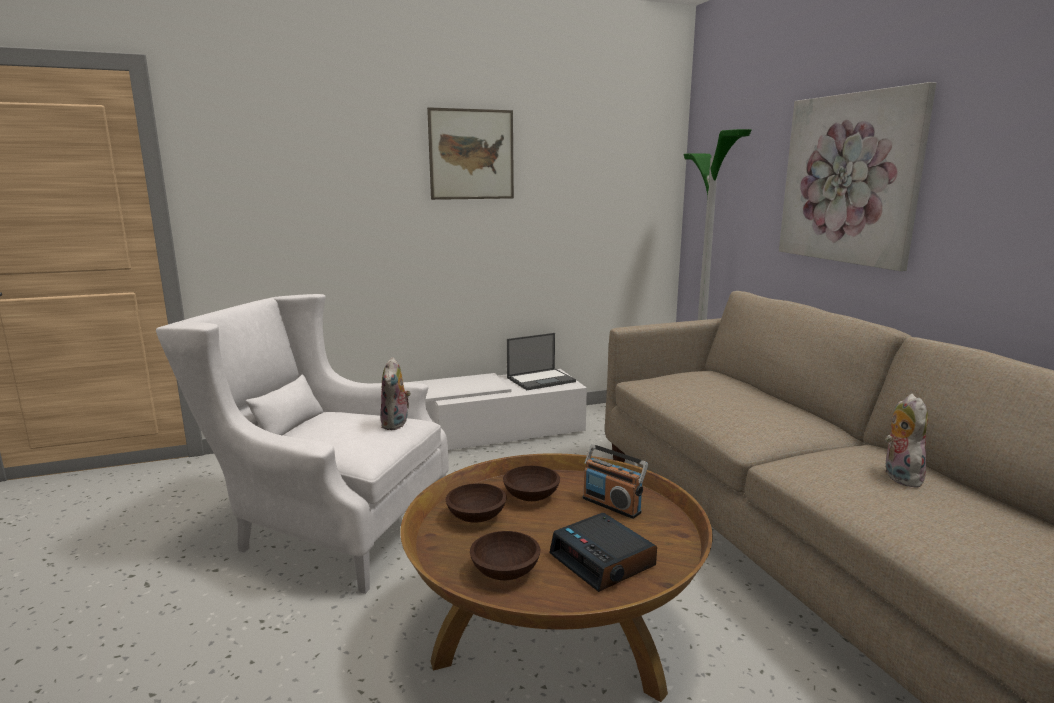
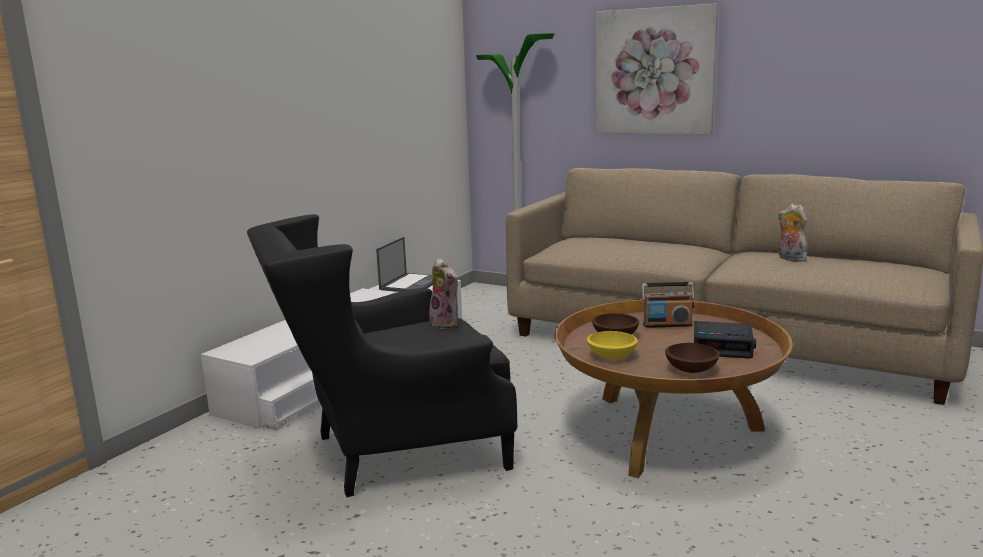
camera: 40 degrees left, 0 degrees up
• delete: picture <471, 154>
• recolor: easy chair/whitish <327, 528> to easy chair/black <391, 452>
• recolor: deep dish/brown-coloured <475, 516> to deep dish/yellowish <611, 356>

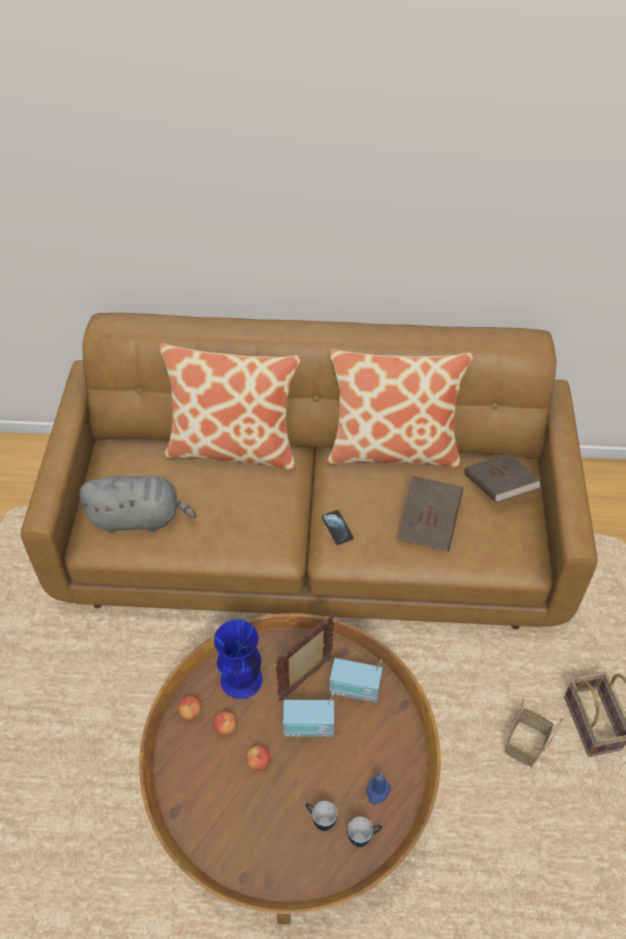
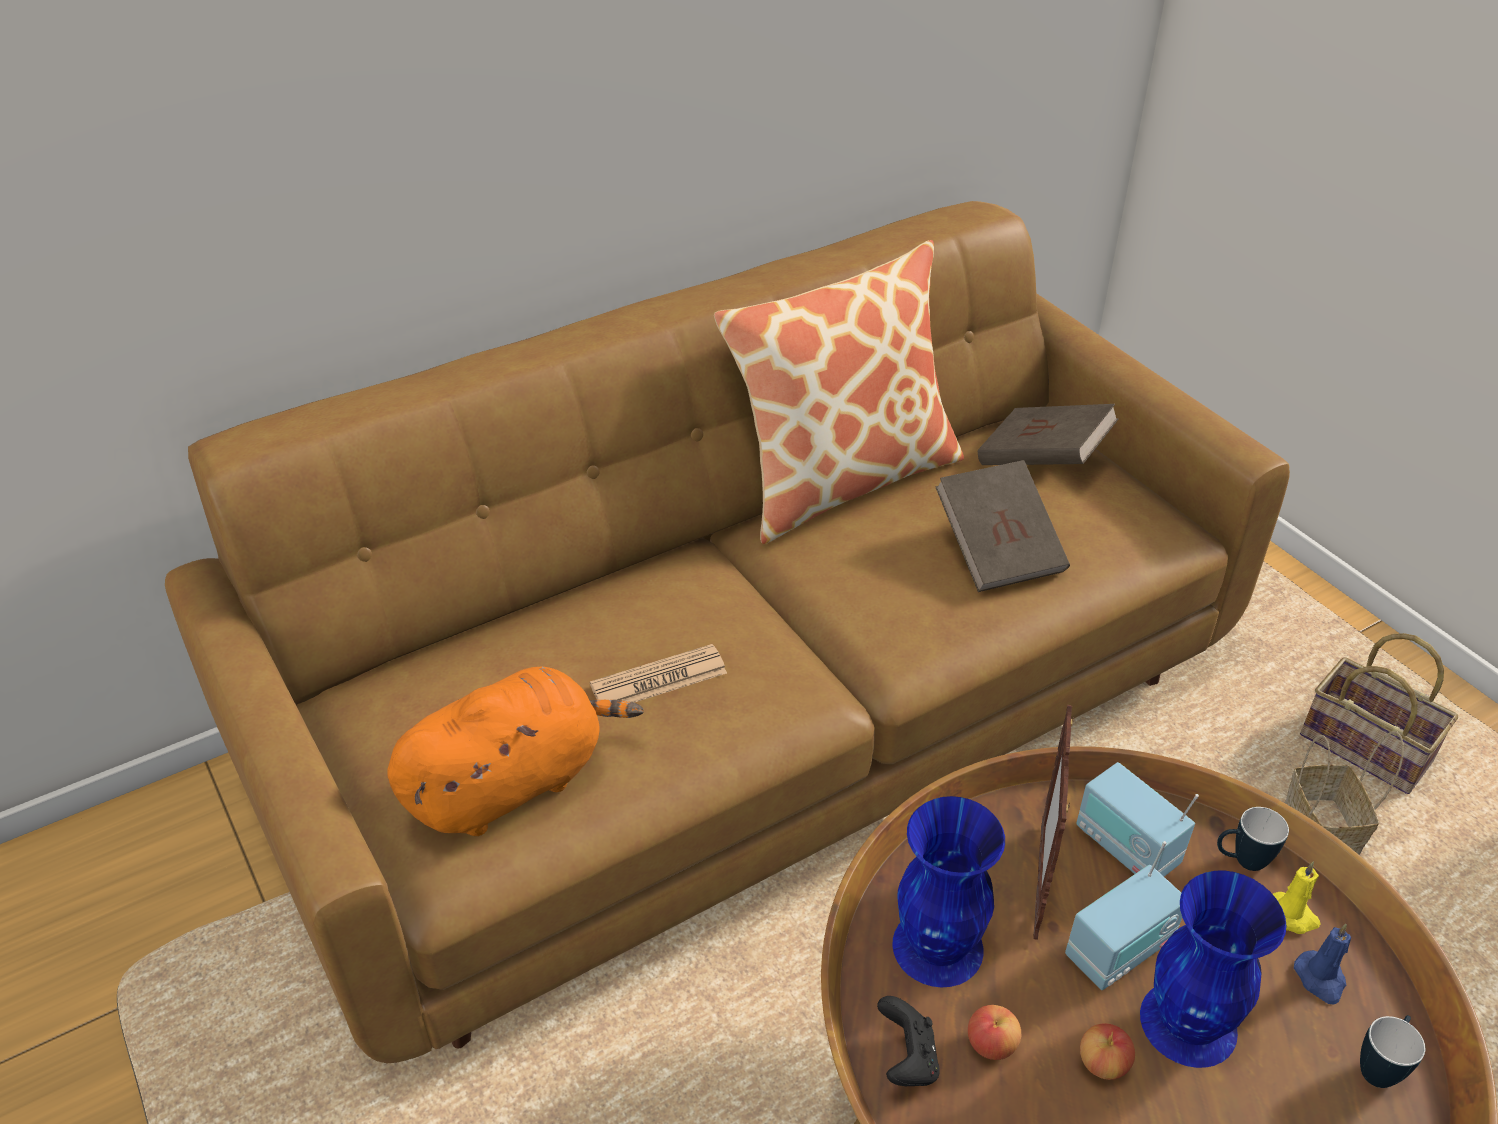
camera: 35 degrees left, 10 degrees down
• delete: throw pillow <233, 447>
• recolor: cuddly toy/greyish <139, 518> to cuddly toy/orangey <512, 783>
• delete: telephone <337, 528>
• rotate: radio <354, 689> = <1126, 847> 75 degrees clockwise
• replace: whole apple <190, 712> to joypad/black <907, 1059>
• move: coffee mug <320, 821> to <1241, 861>
• insert: newspaper <659, 679>
• insert: candle/yellowish <1291, 916>
• insert: decorative vase/blue <1189, 1025>

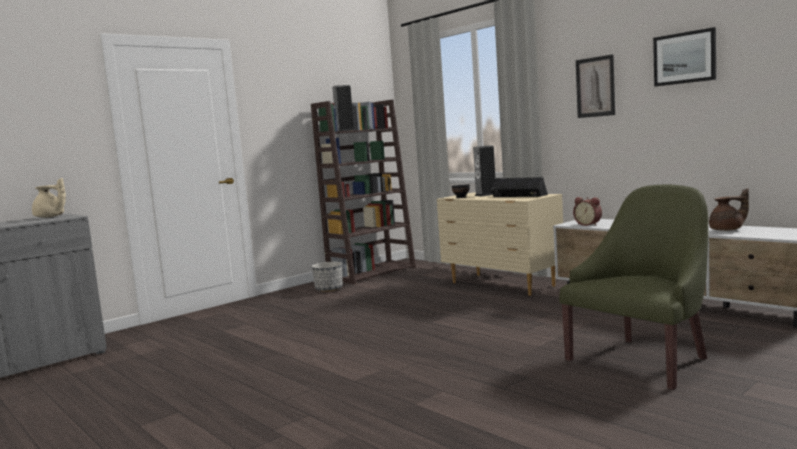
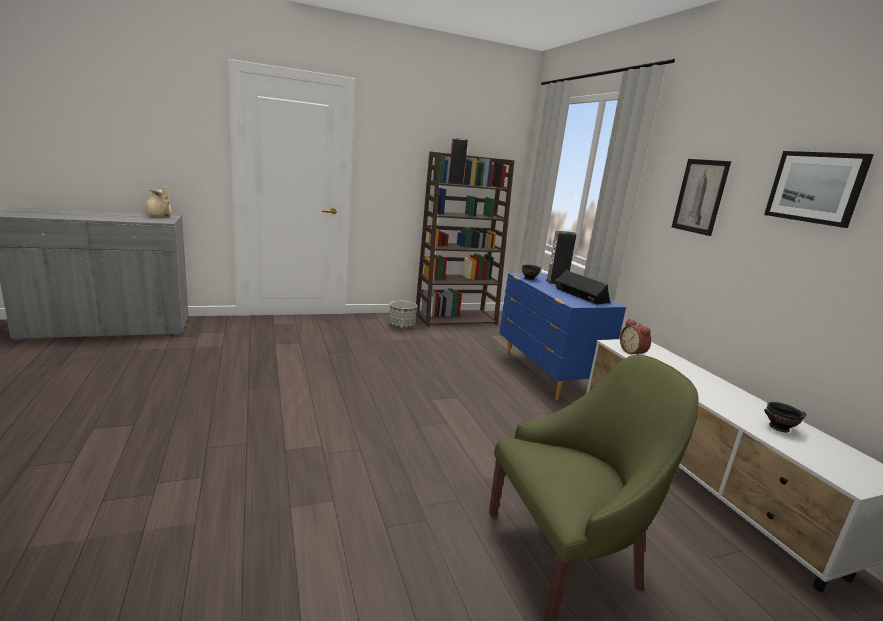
camera: 20 degrees right, 10 degrees up
• replace: pot for tea/brown-coloured <727, 230> to deep dish/black <780, 428>
• recolor: drawer chest/sand-coloured <502, 285> to drawer chest/blue <546, 375>

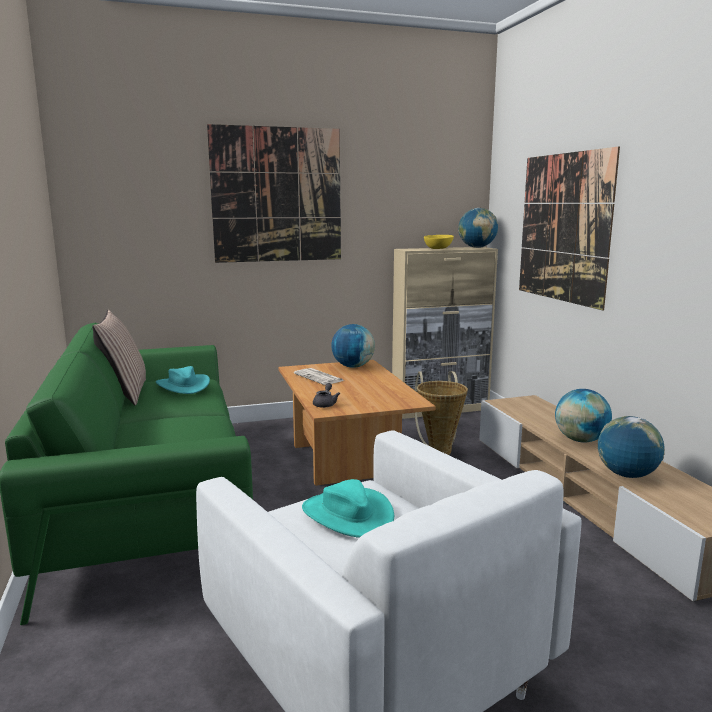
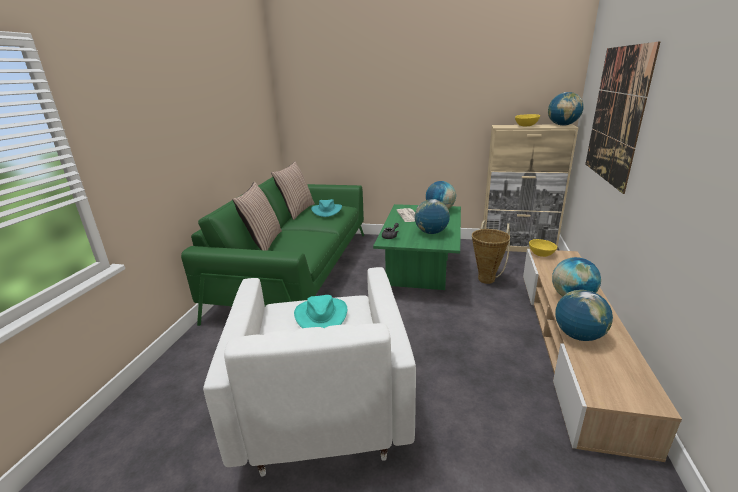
camera: 30 degrees right, 10 degrees up
• delete: picture <277, 195>
• recolor: lounge table/brown-coloured <348, 459> to lounge table/green-coloured <421, 272>
• insert: throw pillow <263, 242>
• insert: desk globe <431, 233>
• insert: deep dish/yellowish <541, 254>

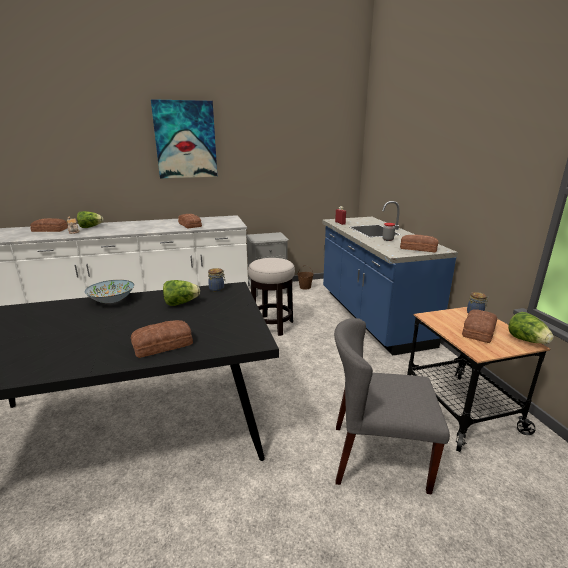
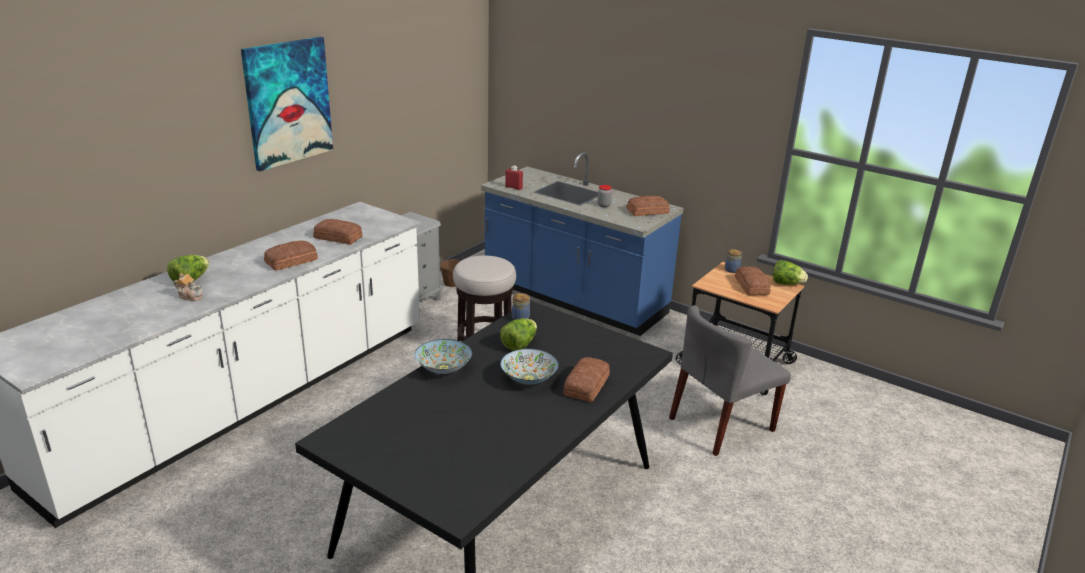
camera: 40 degrees left, 5 degrees up
• move: bakery bread <50, 230> to <292, 261>
• insert: deep dish <529, 378>

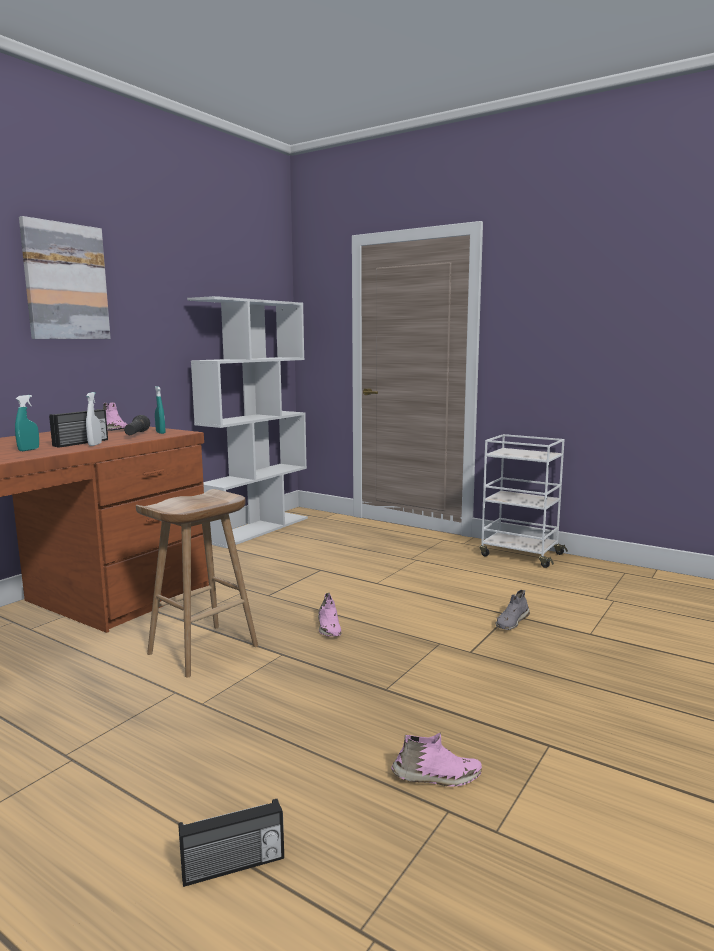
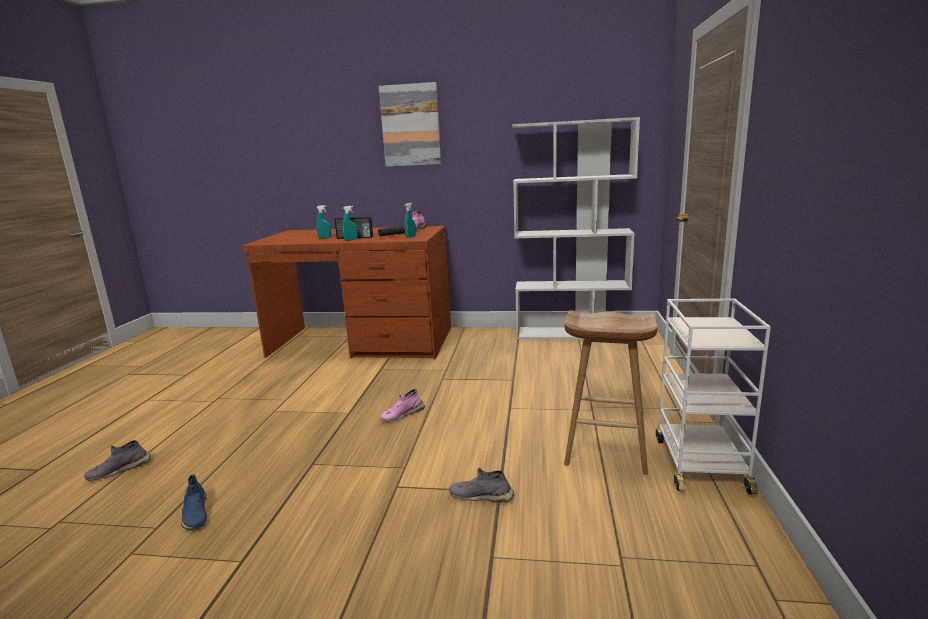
camera: 65 degrees right, 5 degrees up
• recolor: spray bottle/whitish <95, 444> to spray bottle/blue-green <351, 240>
• move: sitting stool/brown-coloured <202, 650> to <604, 452>
• recolor: item of footwear/pink-coloured <436, 777> to item of footwear/blue <195, 514>
• replace: radio <233, 866> to item of footwear/greyish <119, 470>

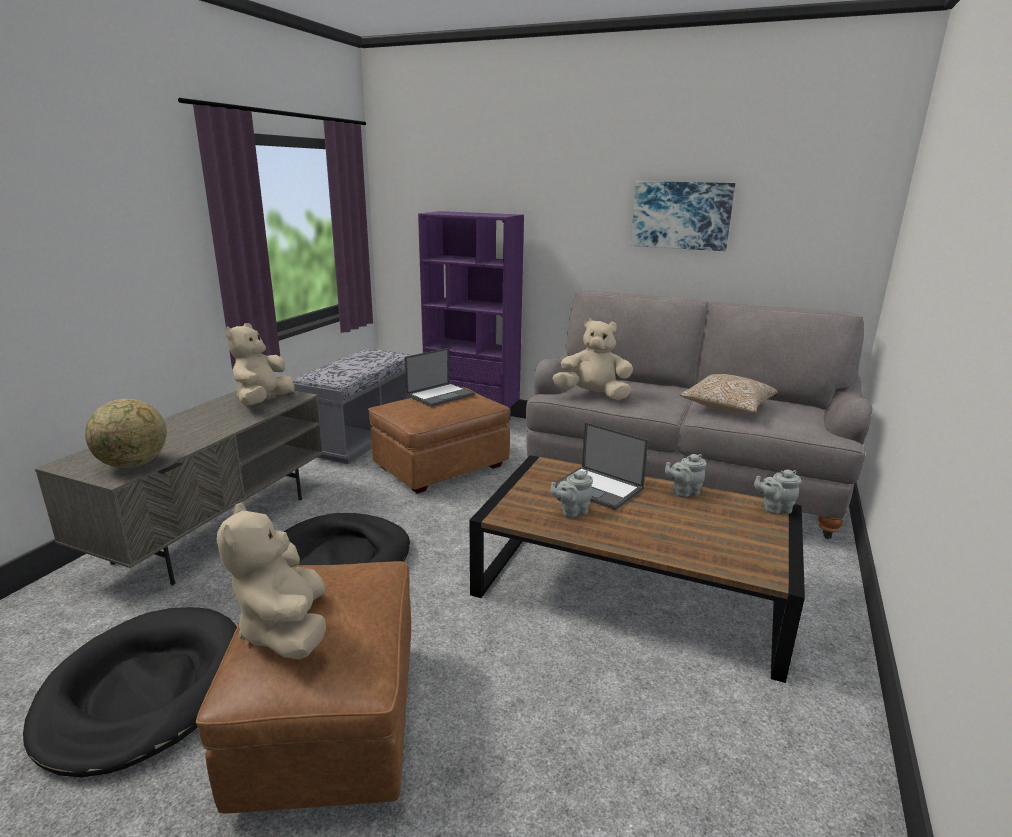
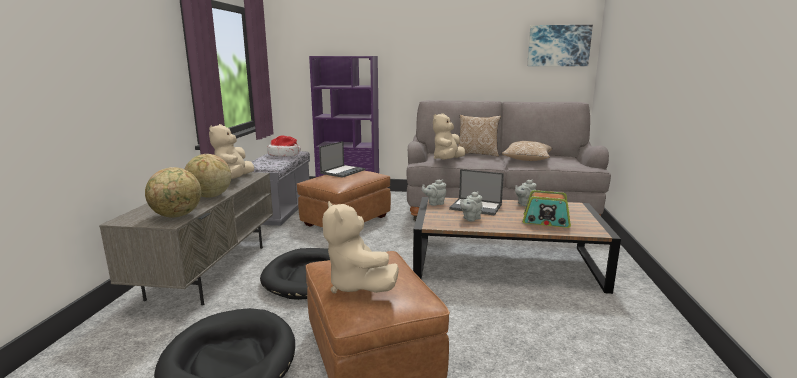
camera: 15 degrees left, 5 degrees down
• move: picture <681, 215> to <558, 45>
• rotate: cuddly toy/sand-coloured <593, 395> = <447, 160> 60 degrees counterclockwise
• move: pot for tea/greyish <774, 509> to <434, 203>
• insert: throw pillow <477, 154>
• insert: clothing hat <284, 155>
• insert: desk globe <210, 196>
• insert: radio <546, 221>

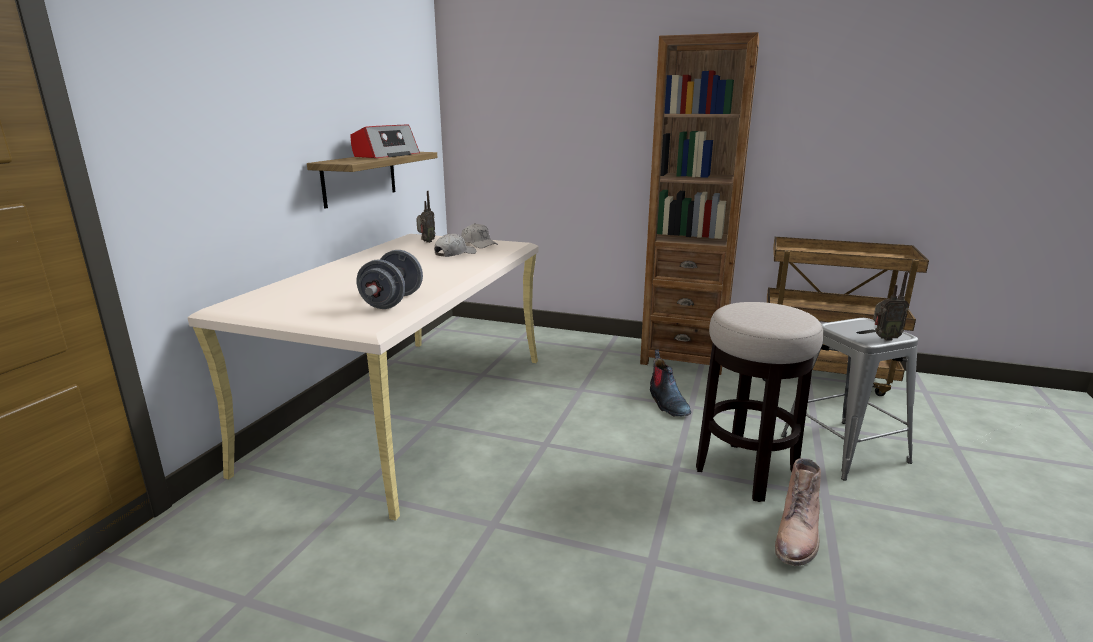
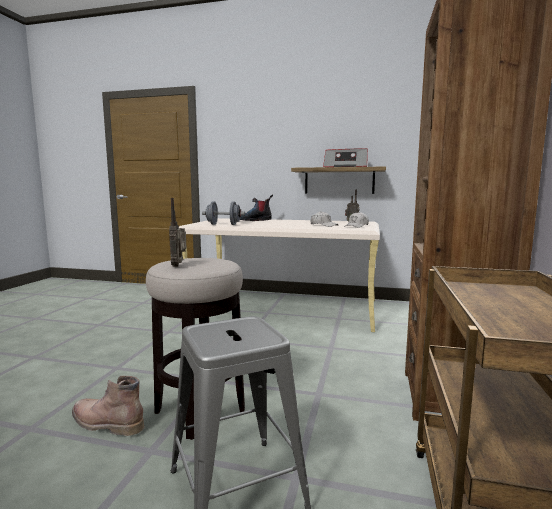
camera: 85 degrees right, 10 degrees down
• move: radio <884, 338> to <179, 265>
• move: boot <667, 403> to <254, 220>

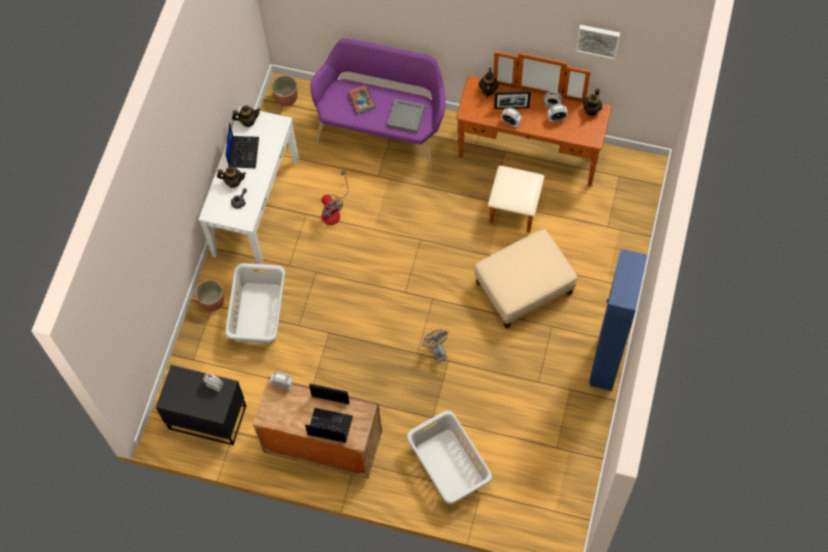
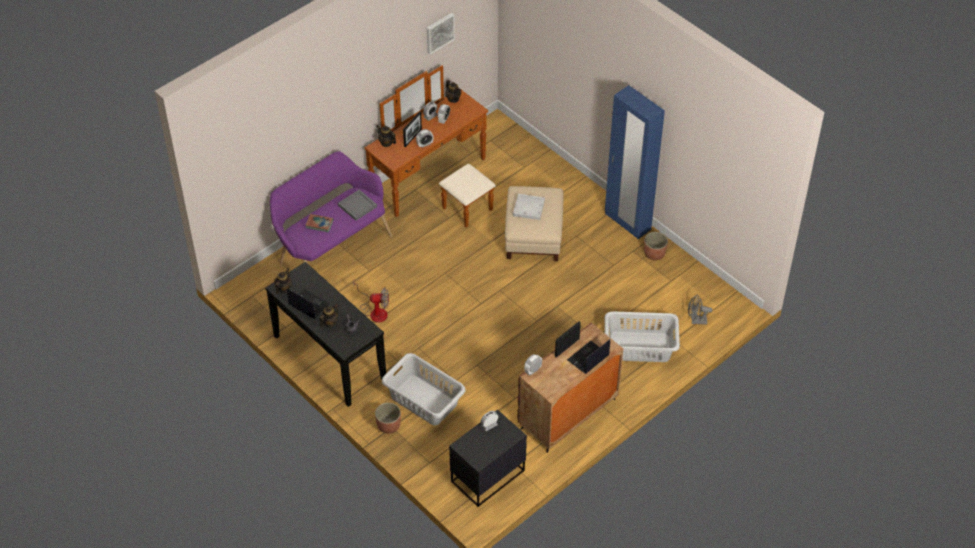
camera: 60 degrees left, 15 degrees down
• move: plant pot <286, 98> to <654, 254>
• recolor: console table/whitish <255, 207> to console table/black <329, 358>
• move: fan/greyish <436, 351> to <696, 321>
• insert: tray/whitish <528, 208>

